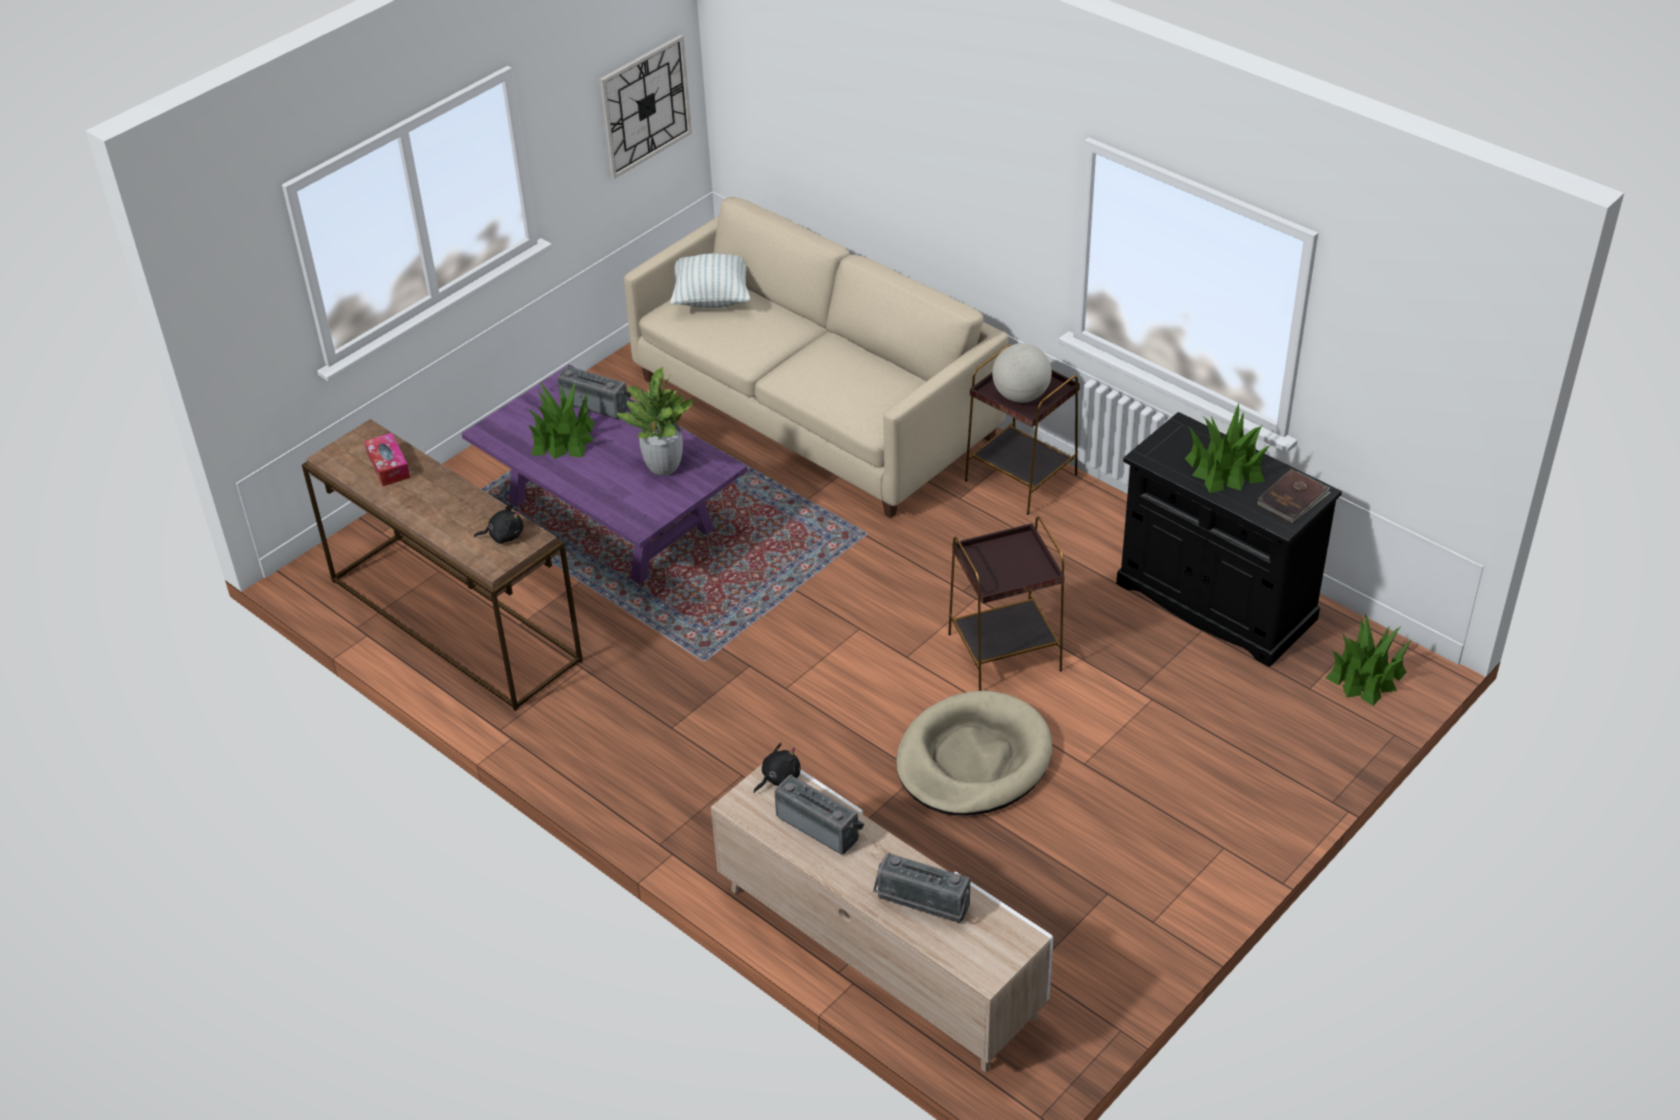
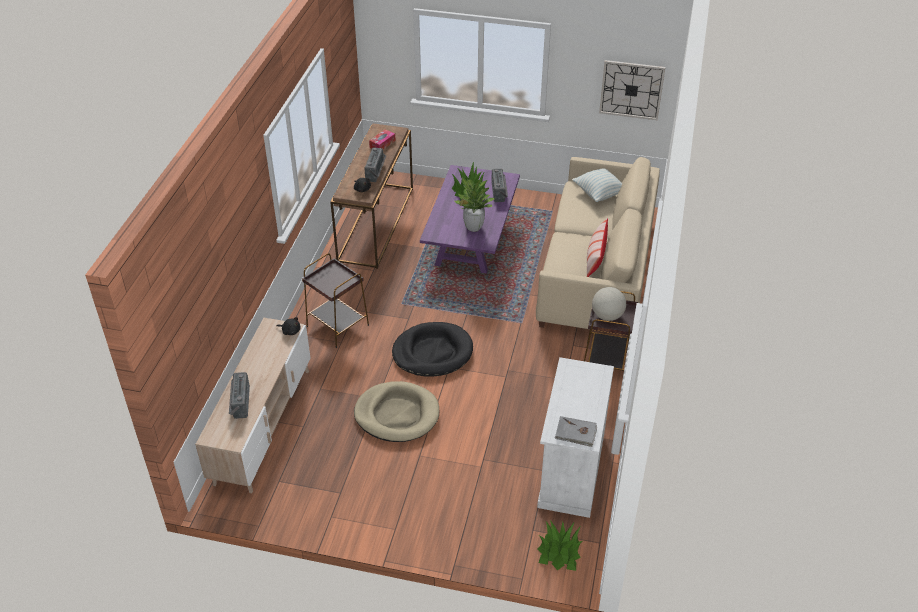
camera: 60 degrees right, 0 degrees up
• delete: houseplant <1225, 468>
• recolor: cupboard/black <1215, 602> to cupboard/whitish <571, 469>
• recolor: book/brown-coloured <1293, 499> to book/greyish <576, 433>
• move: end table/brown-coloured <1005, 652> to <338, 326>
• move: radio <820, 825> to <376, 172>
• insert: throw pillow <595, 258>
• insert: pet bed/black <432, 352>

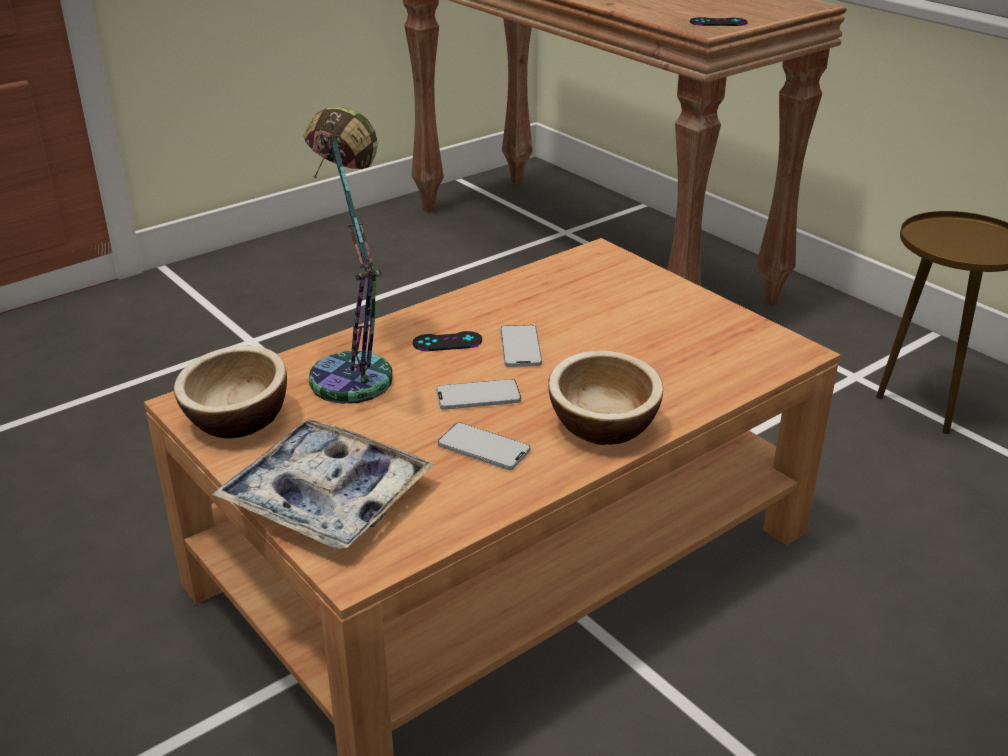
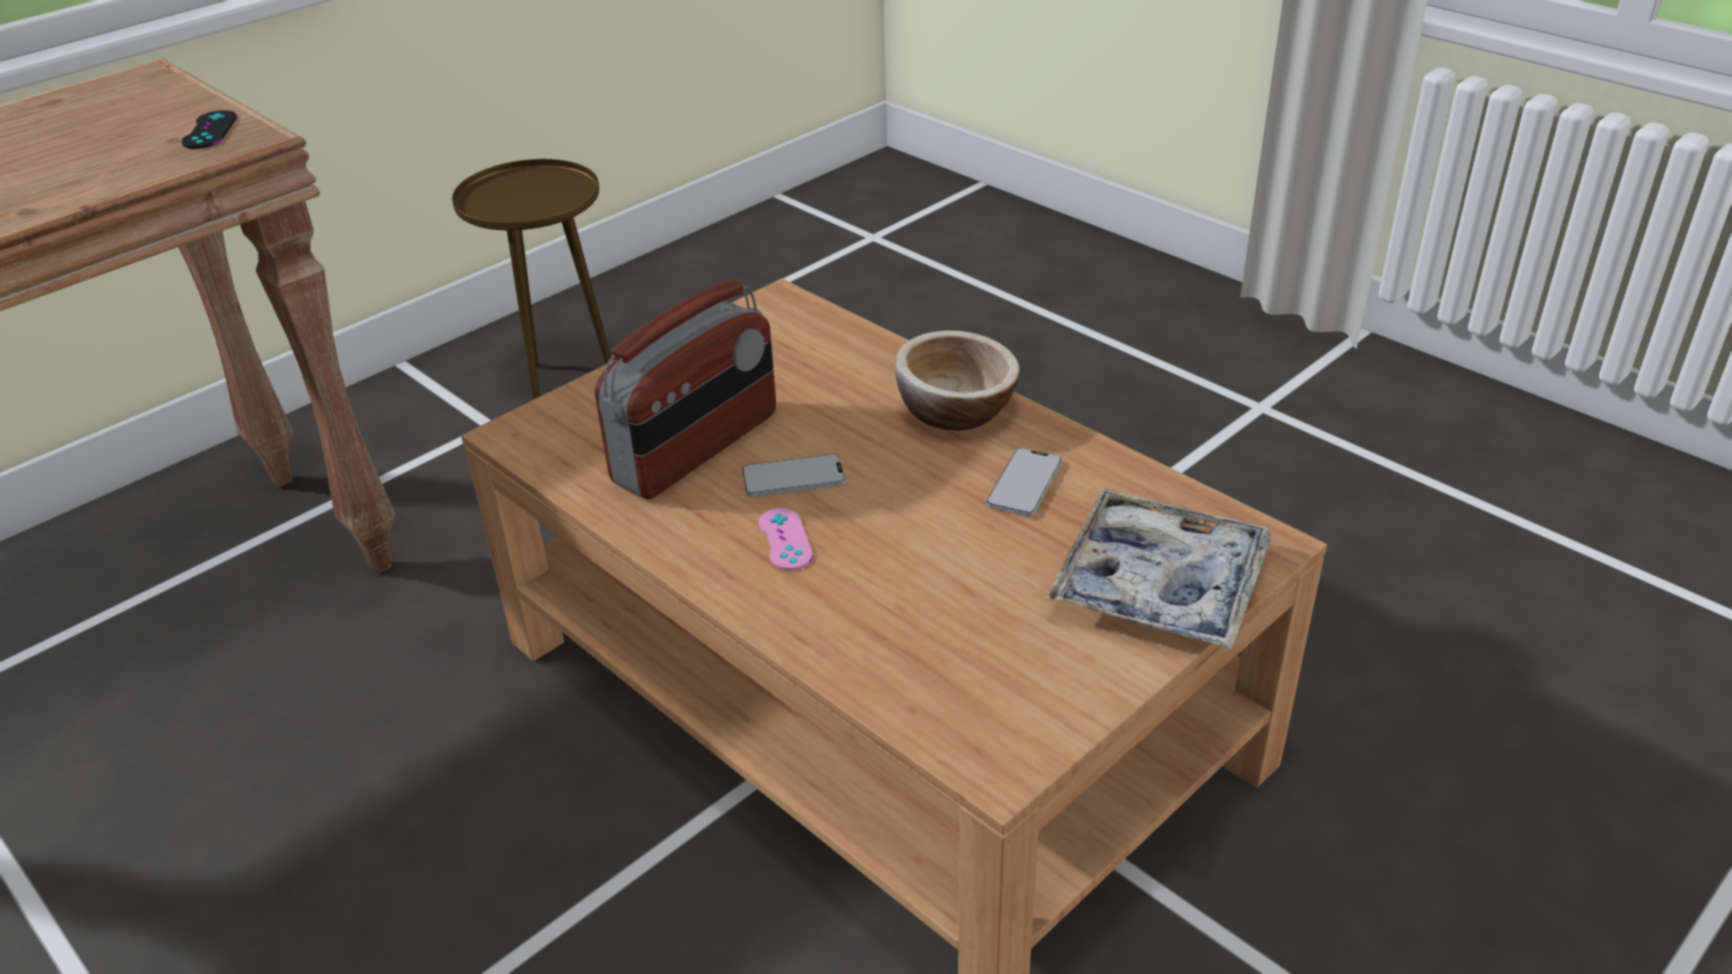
camera: 95 degrees left, 5 degrees up
• delete: lamp for a table <356, 367>
• recolor: joypad/black <447, 342> to joypad/pink-coloured <785, 539>
• delete: deep dish <237, 419>
• delete: telephone <478, 396>
• insert: radio <697, 449>

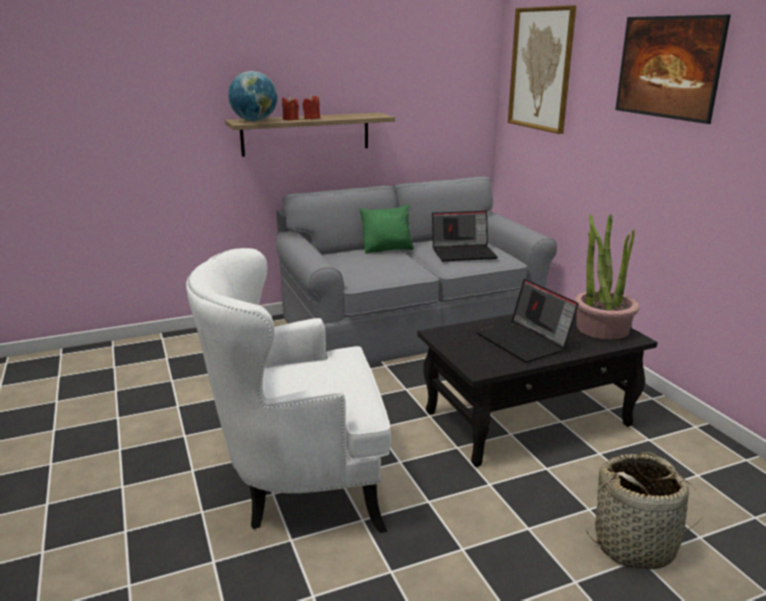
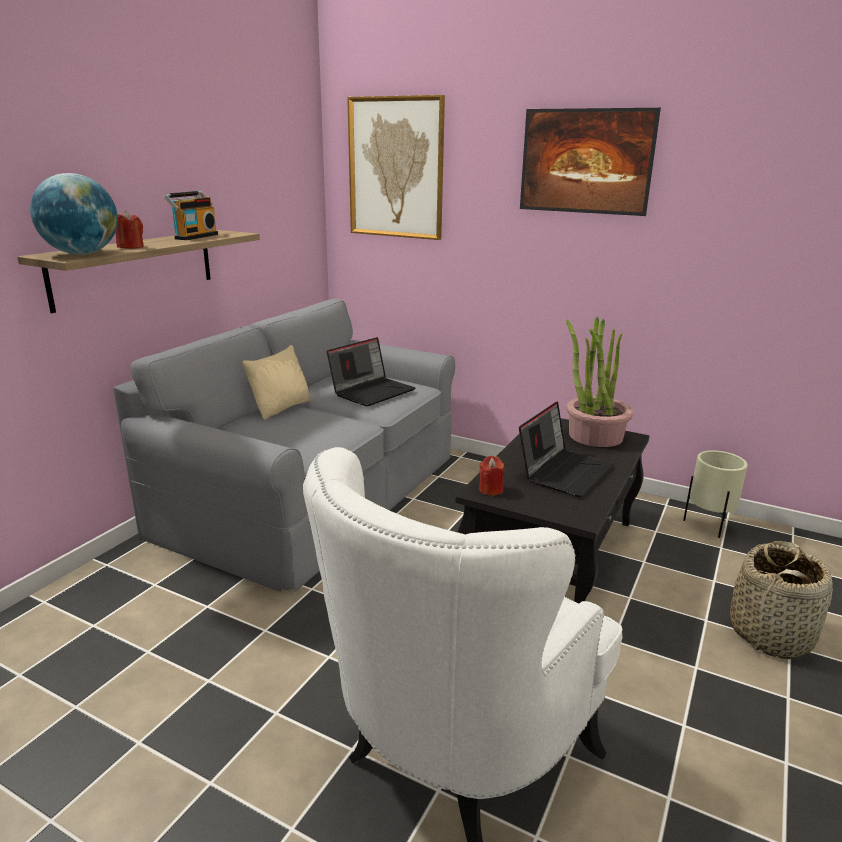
camera: 40 degrees left, 0 degrees up
• move: candle/red-coloured <311, 118> to <491, 489>
• recolor: throw pillow/green-coloured <387, 249> to throw pillow/sand-coloured <281, 408>
• rotate: portable computer <525, 341> = <564, 471> 75 degrees counterclockwise
• insert: radio <194, 236>
• insert: plant pot/sand-coloured <708, 526>

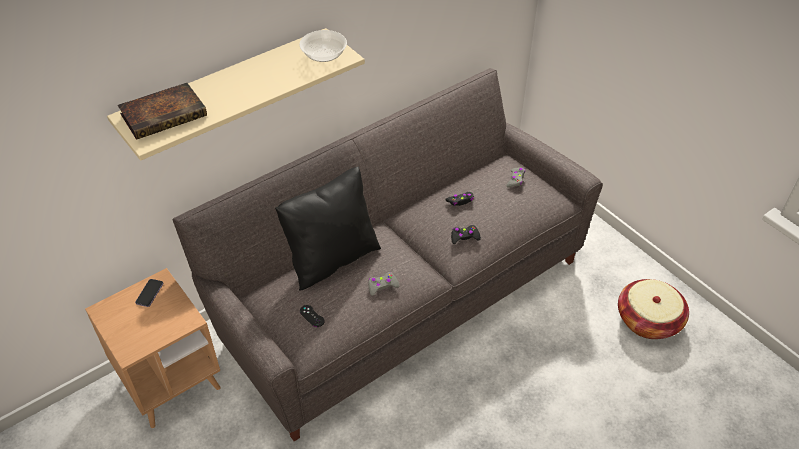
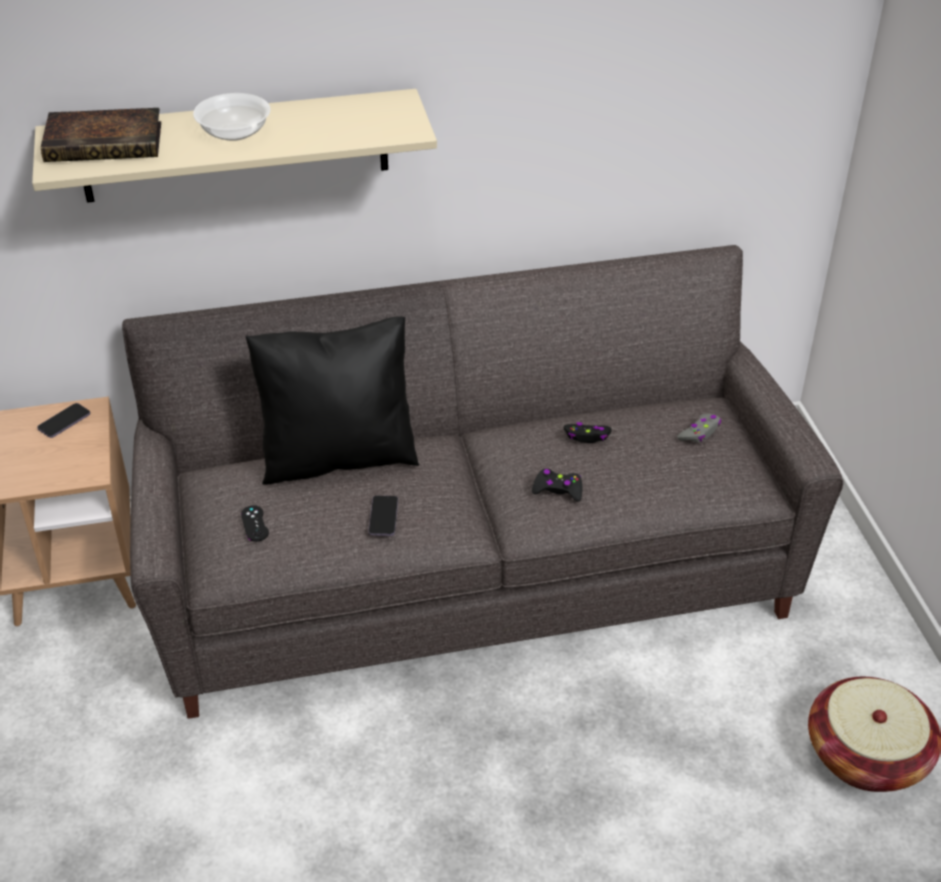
camera: 25 degrees right, 5 degrees down
• move: deep dish <324, 55> to <234, 132>
• replace: joypad/greyish <382, 286> to telephone <383, 517>

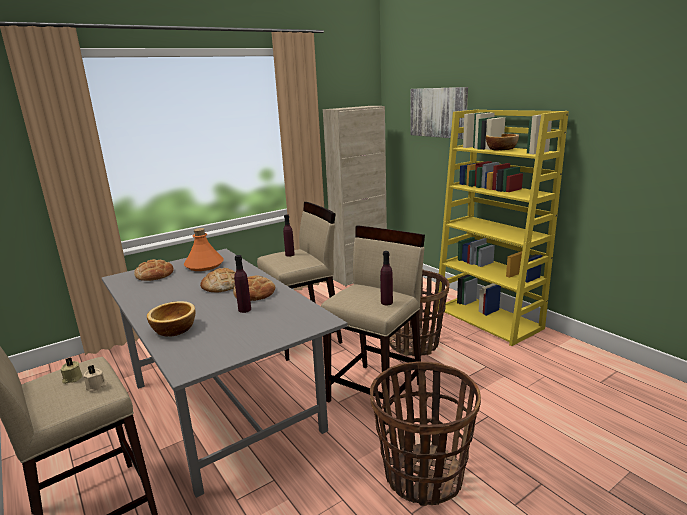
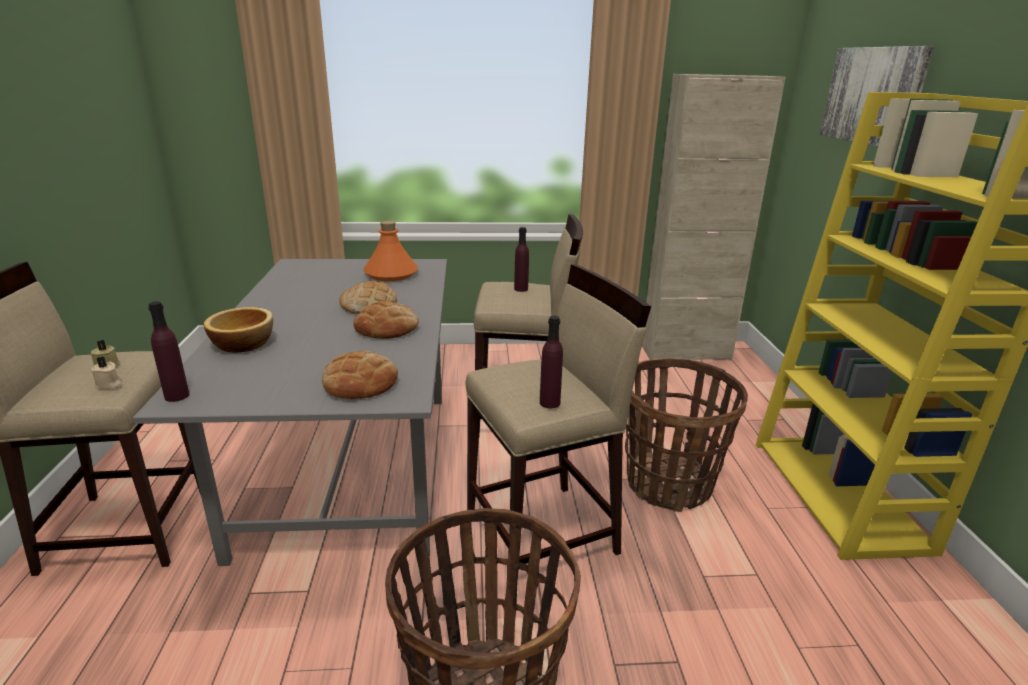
camera: 30 degrees right, 5 degrees up
• delete: deep dish <501, 149>
• move: bottle/purple-coloured <244, 309> to <177, 396>
• move: bakery bread <154, 275> to <360, 383>

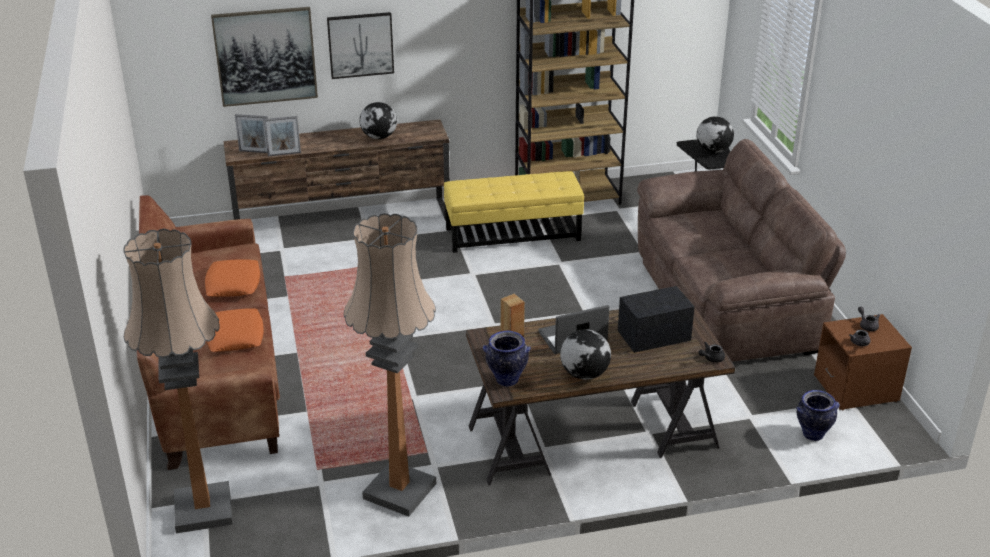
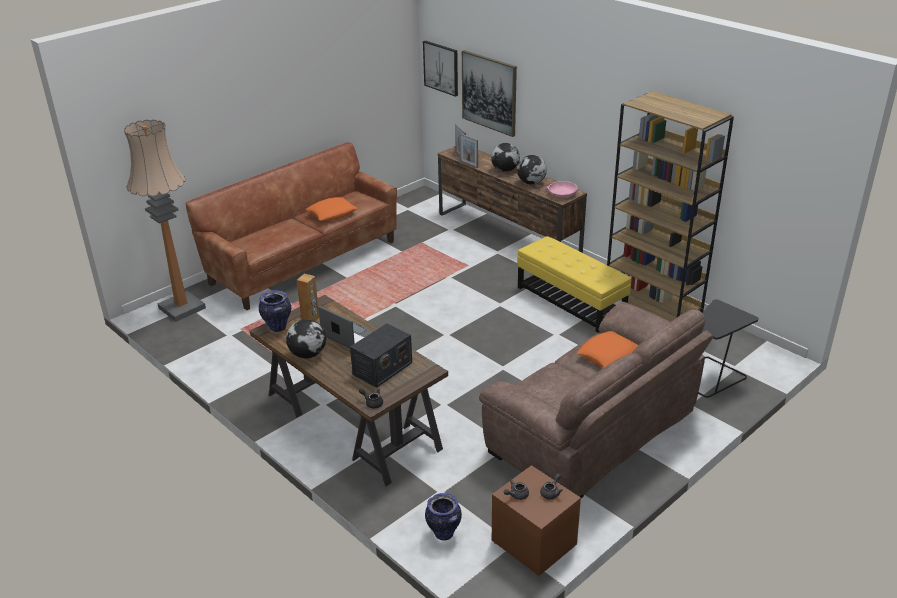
camera: 60 degrees right, 0 degrees up
• move: picture <360, 45> to <441, 68>
• move: desk globe <713, 150> to <505, 170>
• delete: standard lamp <399, 491>
• rotate: radio <654, 335> = <382, 368> 90 degrees clockwise
• move: throw pillow/orangey <235, 336> to <608, 355>
• insert: deep dish/pink-coloured <562, 194>

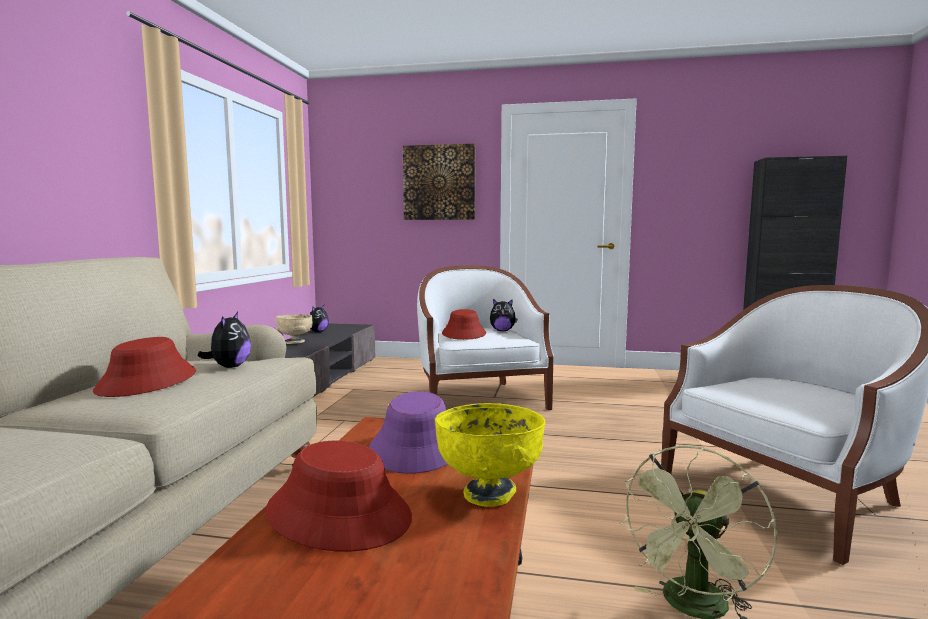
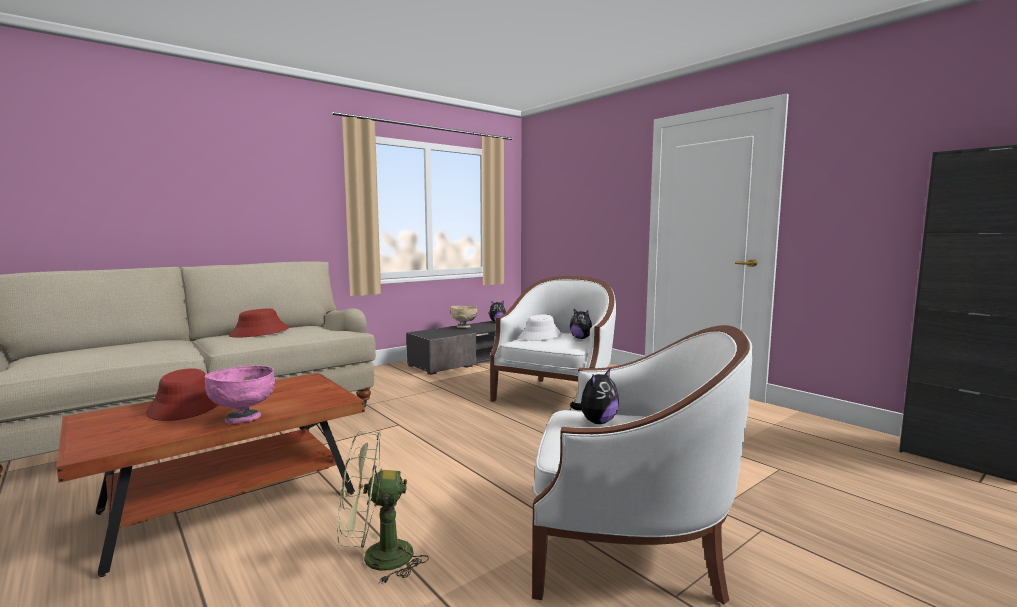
camera: 40 degrees right, 0 degrees up
• delete: picture <439, 182>
• recolor: clothing hat/red-coloured <464, 334> to clothing hat/whitish <540, 336>
• move: cuddly toy <229, 367> to <597, 422>
• delete: clothing hat/purple-coloured <417, 447>
• recolor: deep dish/yellowish <489, 493> to deep dish/pink-coloured <244, 418>

